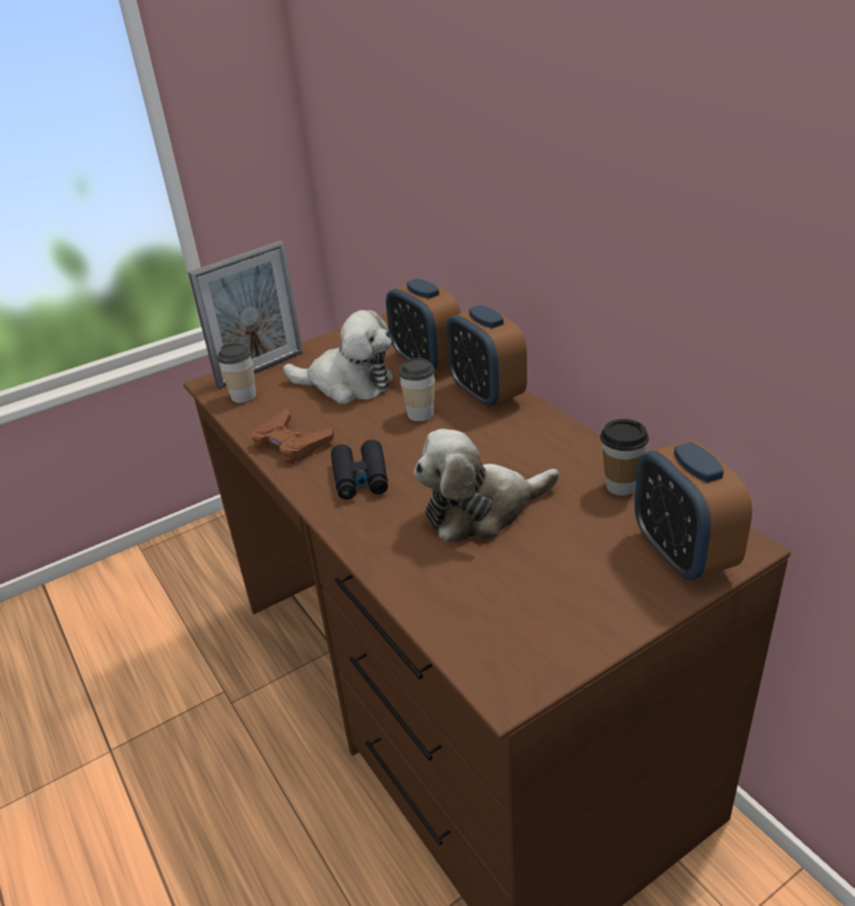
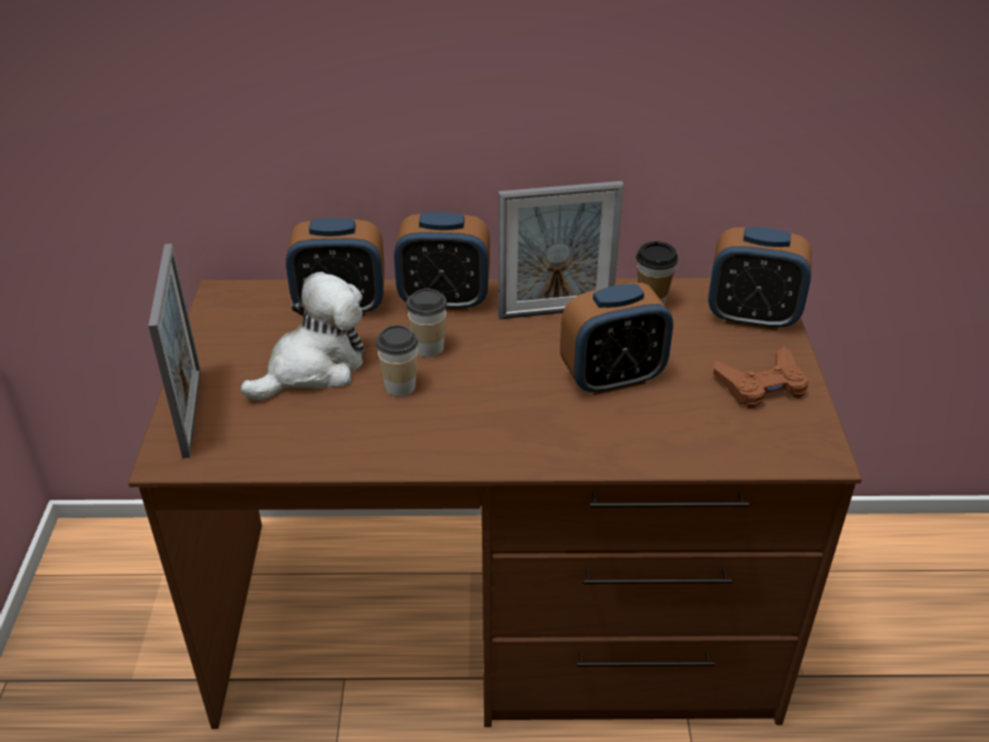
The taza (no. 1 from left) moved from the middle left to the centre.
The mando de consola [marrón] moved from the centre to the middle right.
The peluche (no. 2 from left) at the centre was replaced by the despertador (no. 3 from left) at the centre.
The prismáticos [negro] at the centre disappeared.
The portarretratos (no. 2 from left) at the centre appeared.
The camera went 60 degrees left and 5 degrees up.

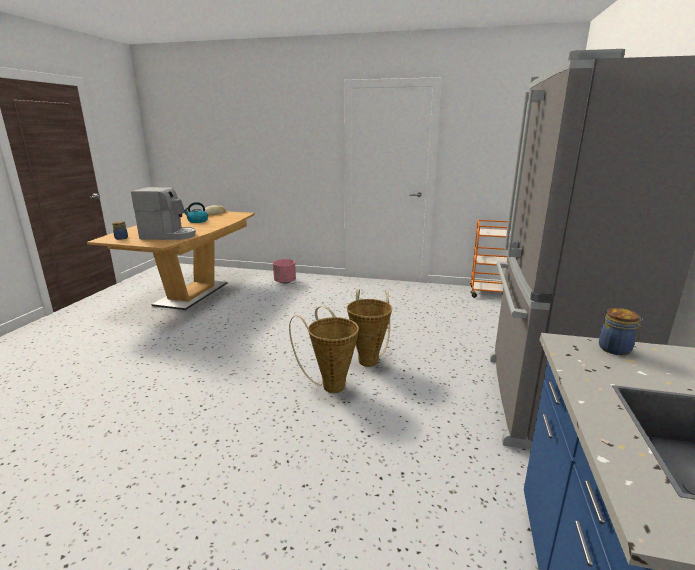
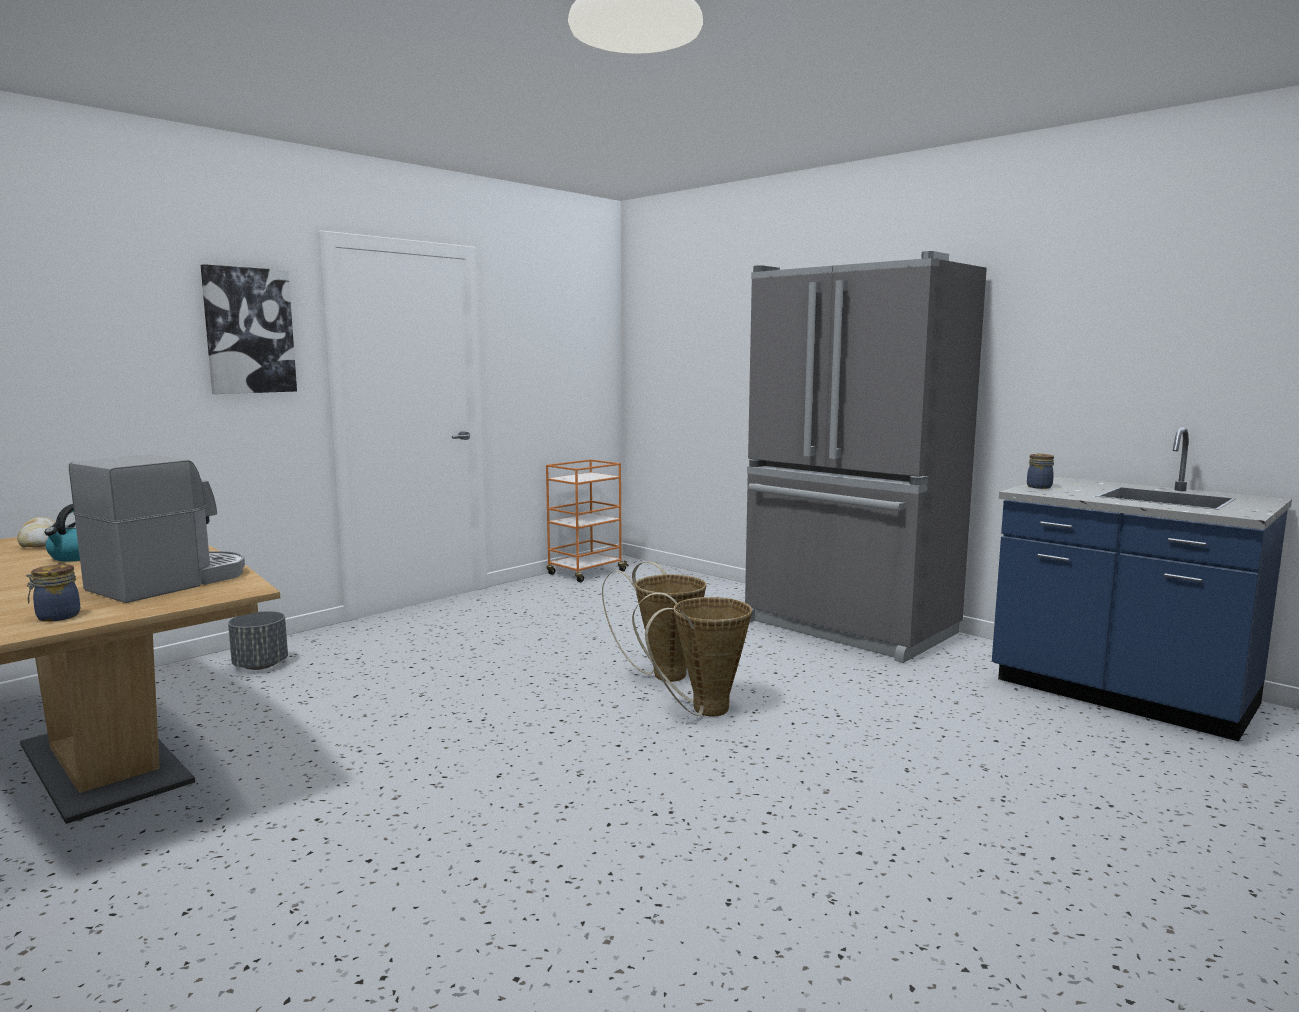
The maceta [rosa] at the centre became the maceta [gris] at the middle left.
The cuadro at the top left appeared.
The camera went 60 degrees left and 10 degrees down.

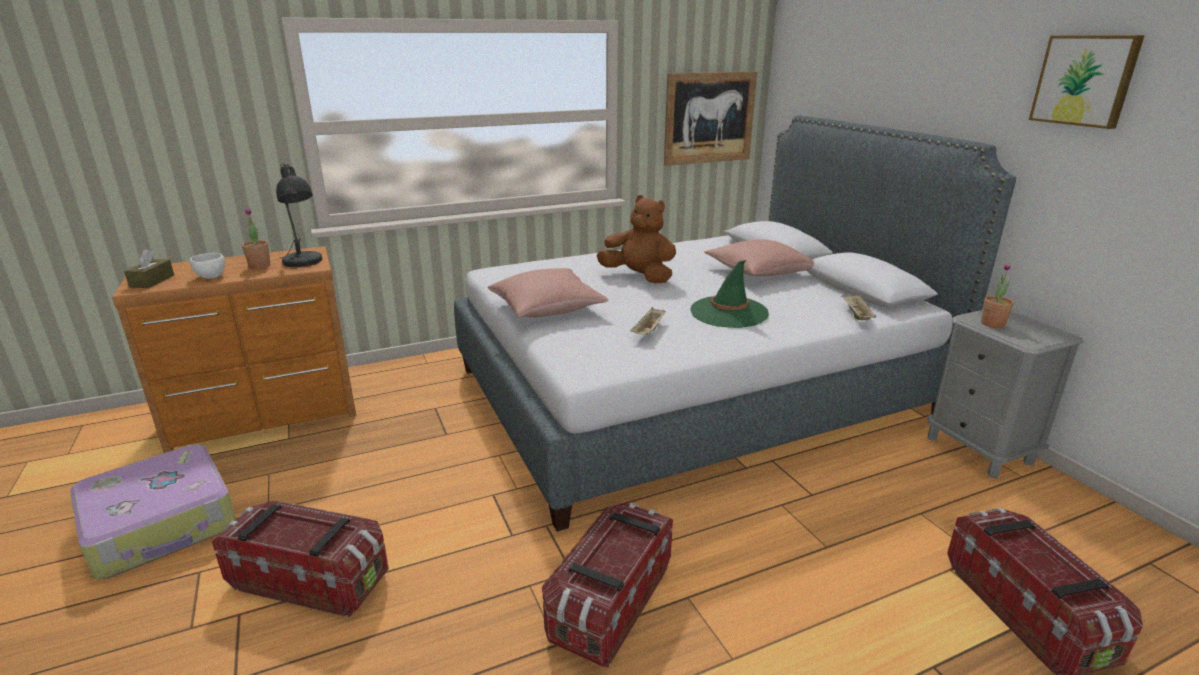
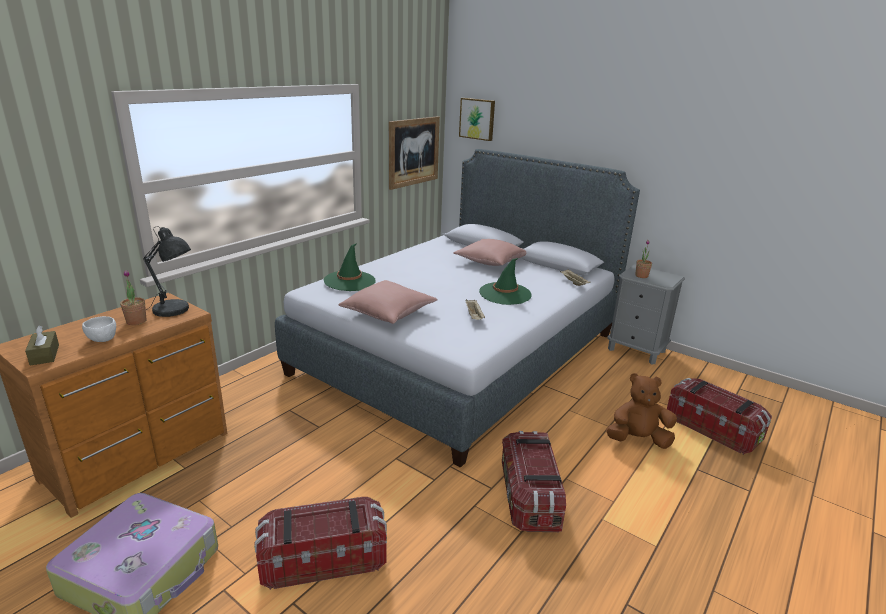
The cuadro (no. 2 from left) moved from the top right to the top centre.
The peluche [marrón] moved from the centre to the bottom right.
The sombrero [verde] (no. 1 from left) at the centre appeared.
The camera went 30 degrees left and 0 degrees up.

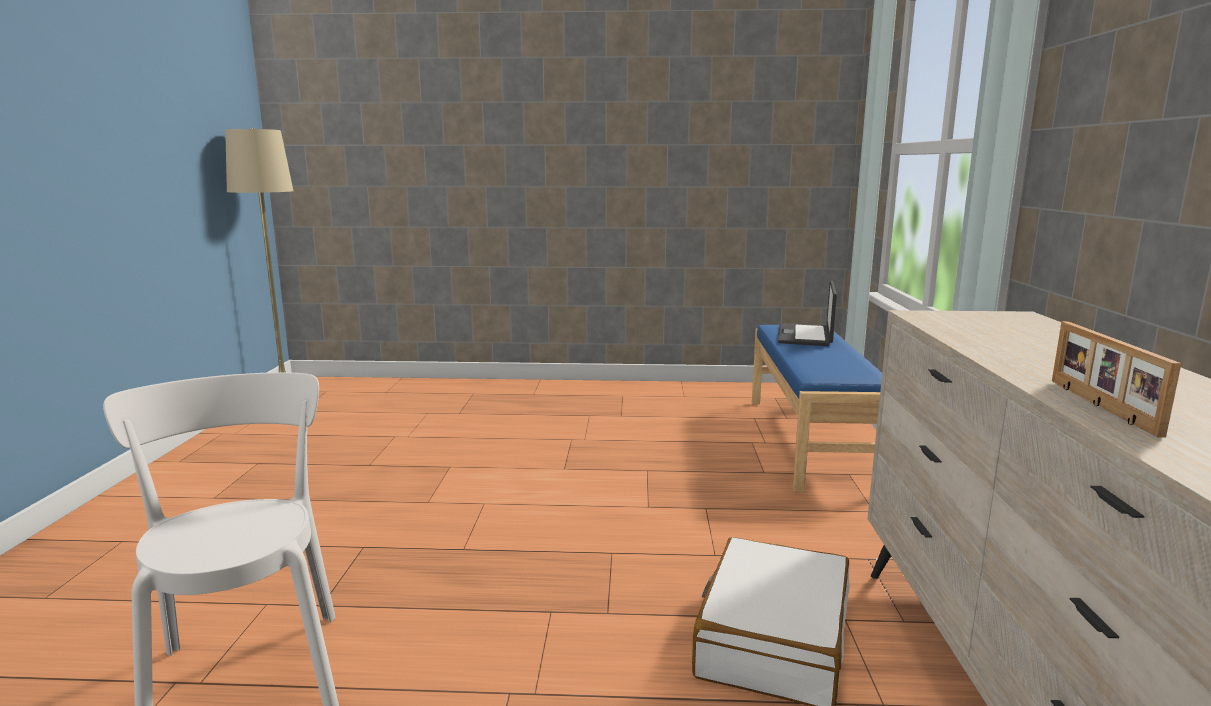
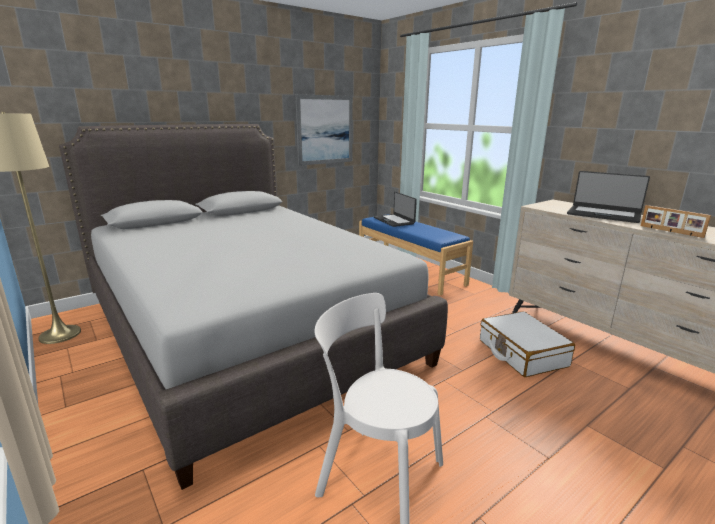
The cuadro at the top centre appeared.
The cama [gris] at the centre appeared.
The portátil (no. 2 from left) at the middle right appeared.
The camera went 40 degrees left and 5 degrees up.

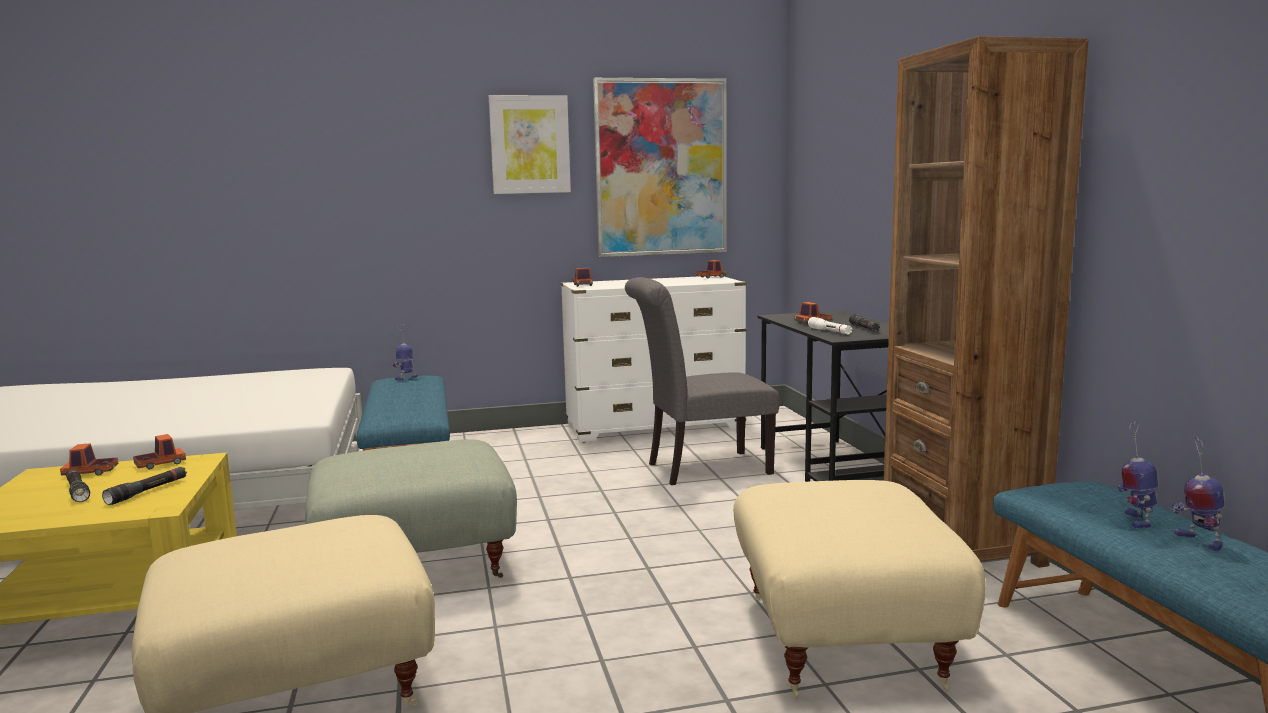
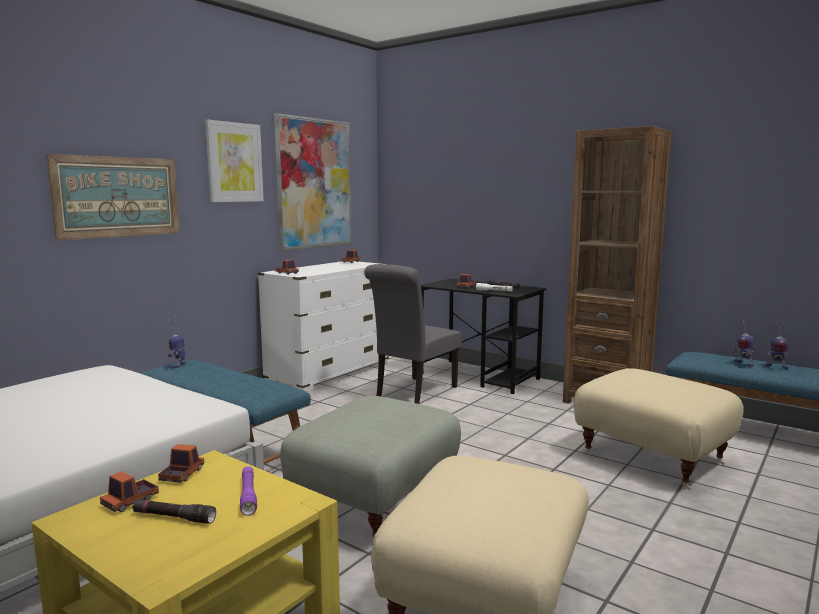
The linterna [negro] (no. 2 from left) at the bottom left became the linterna [morado] at the bottom left.
The cuadro (no. 1 from left) at the top left appeared.
The camera went 40 degrees left and 0 degrees up.

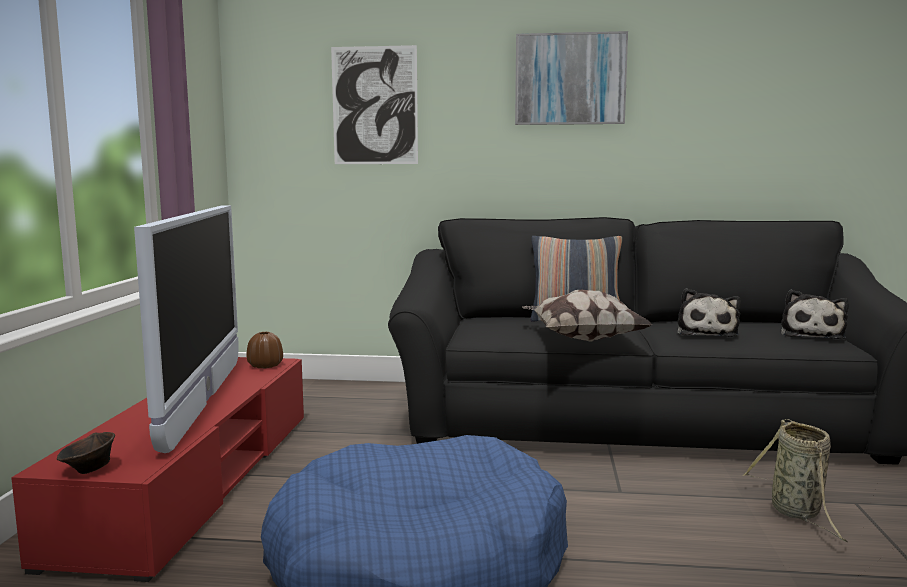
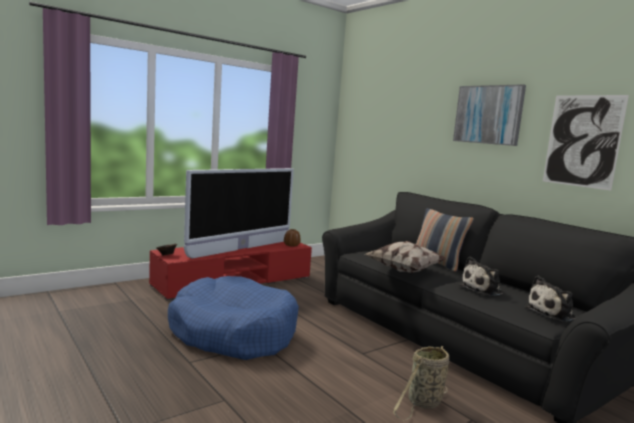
The cuadro (no. 1 from left in the first image) moved from the top centre to the middle right.
The camera went 45 degrees right and 0 degrees up.

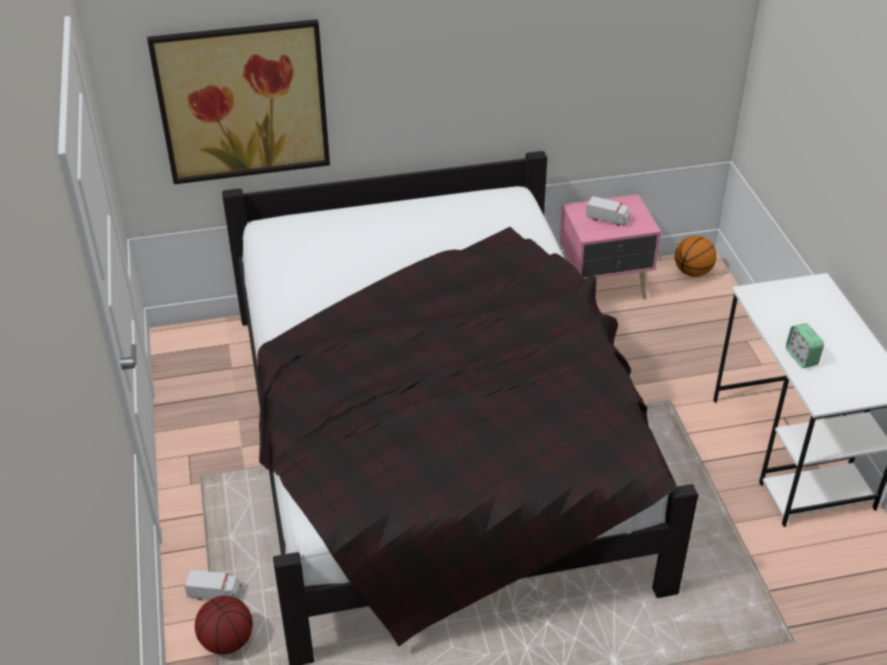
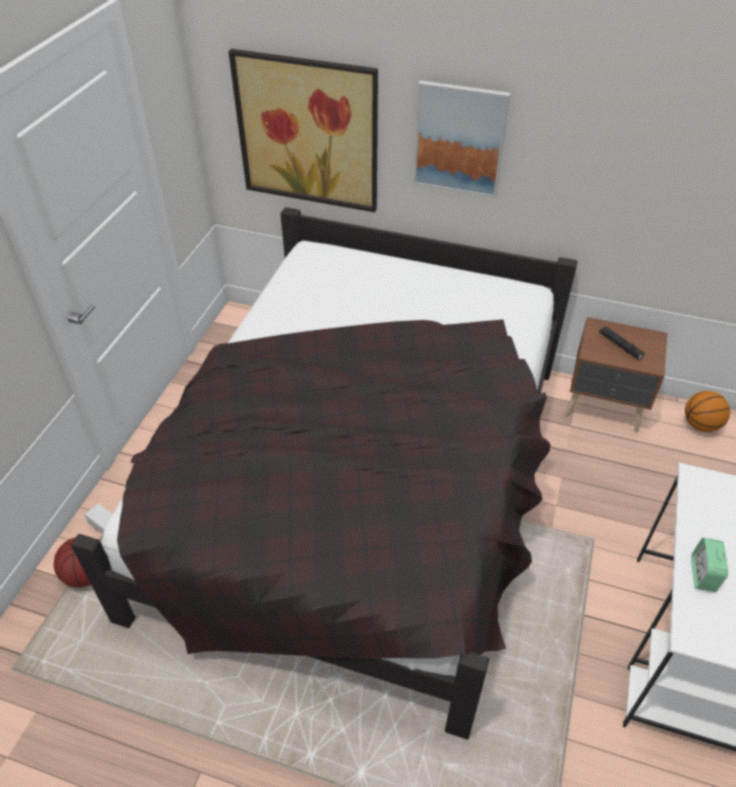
The mesita de noche [rosa] at the middle right became the mesita de noche [marrón] at the middle right.
The camión de juguete (no. 2 from left) at the top right was replaced by the linterna [negro] at the middle right.
The cuadro (no. 2 from left) at the top centre appeared.
The camera went 30 degrees right and 5 degrees up.

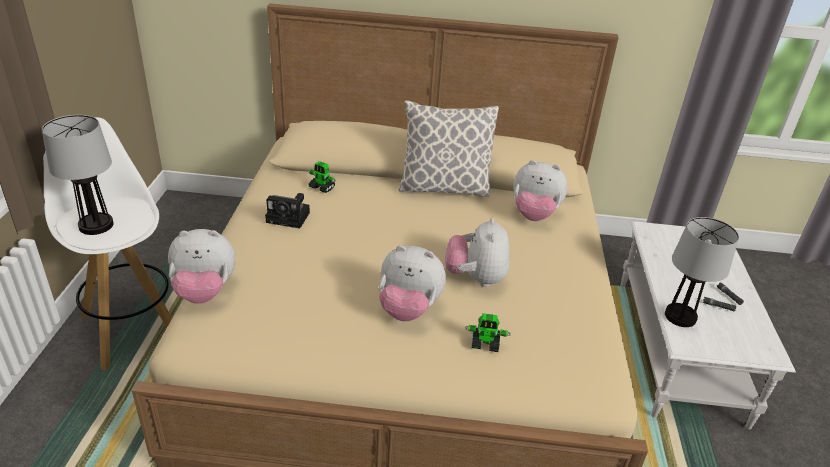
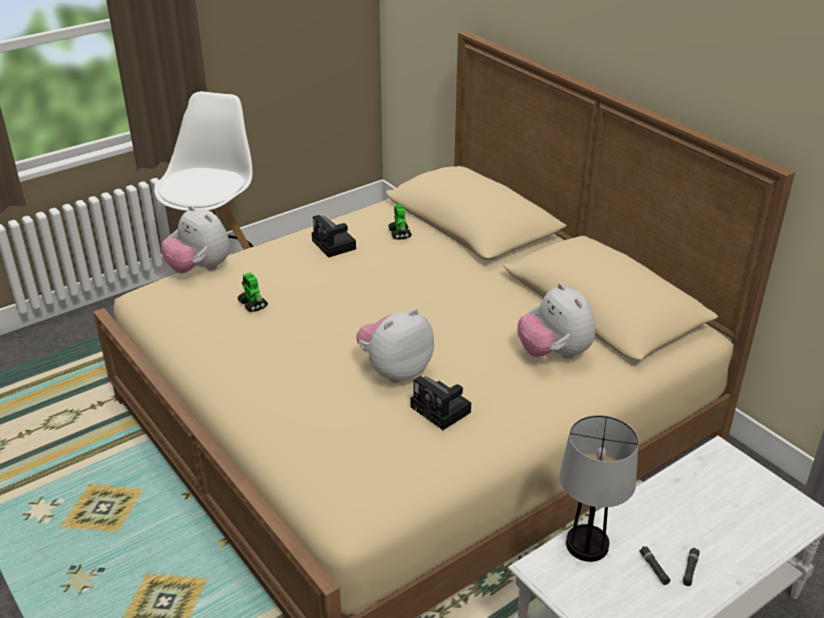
The cojín at the top centre disappeared.
The lámpara de mesa (no. 1 from left) at the middle left disappeared.
The peluche (no. 2 from left) at the centre disappeared.
The robot de juguete (no. 2 from left in the first image) moved from the bottom centre to the middle left.
The cámara (no. 2 from left) at the centre appeared.
The camera went 50 degrees right and 0 degrees up.

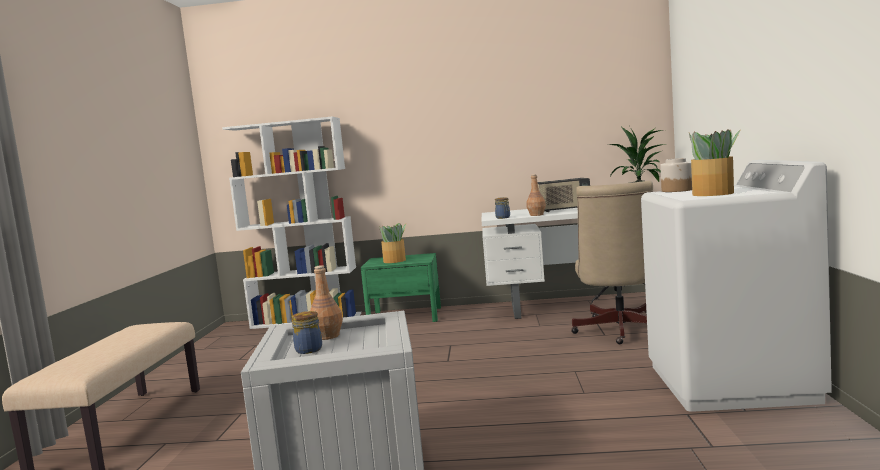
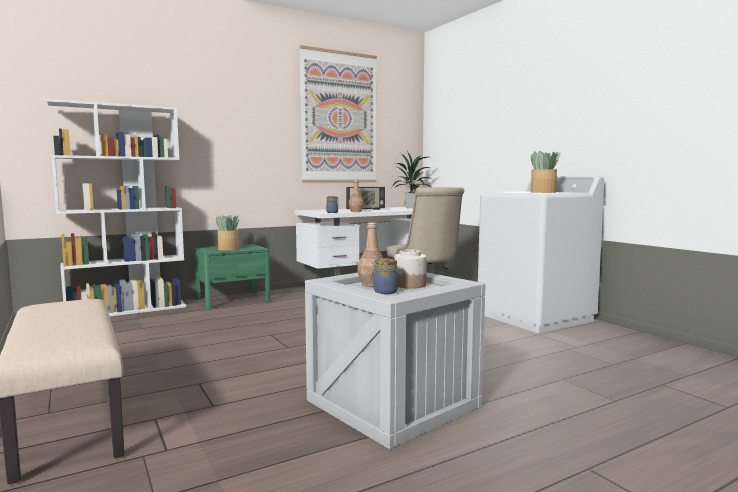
The tarro (no. 3 from left) moved from the middle right to the centre.
The cuadro at the top centre appeared.
The camera went 35 degrees left and 0 degrees up.

